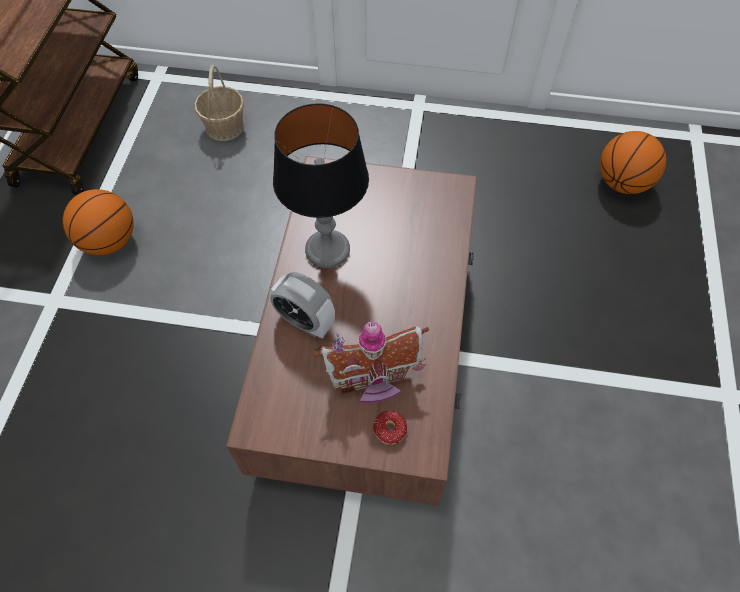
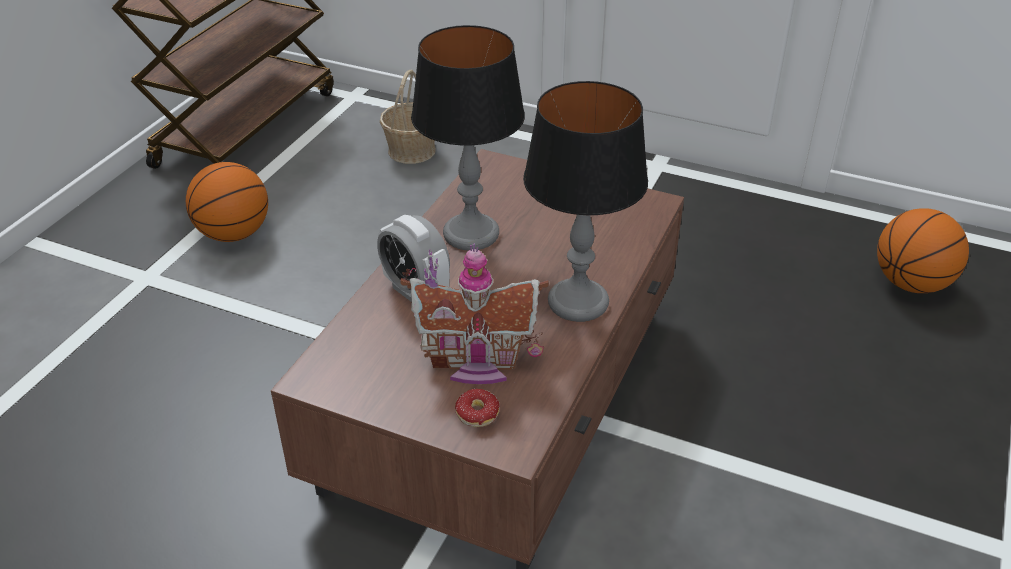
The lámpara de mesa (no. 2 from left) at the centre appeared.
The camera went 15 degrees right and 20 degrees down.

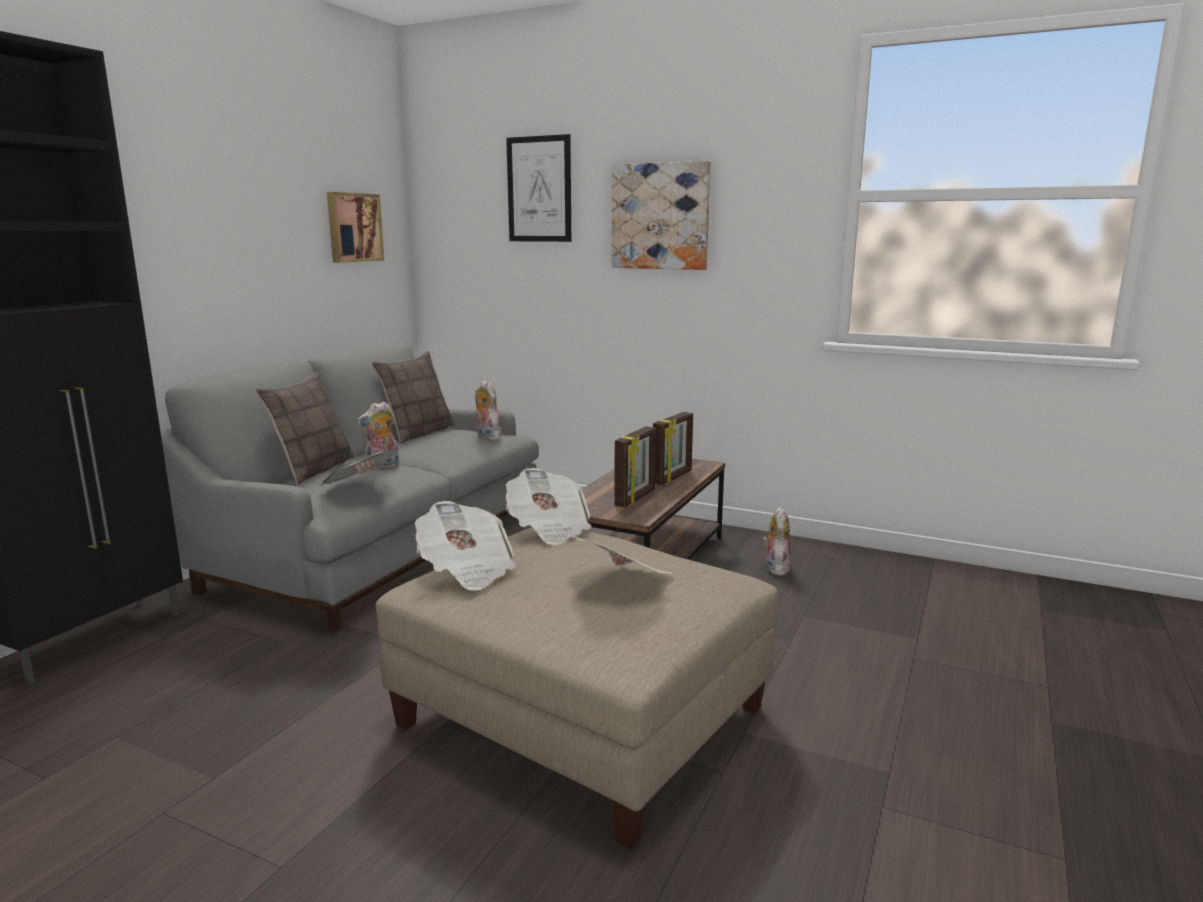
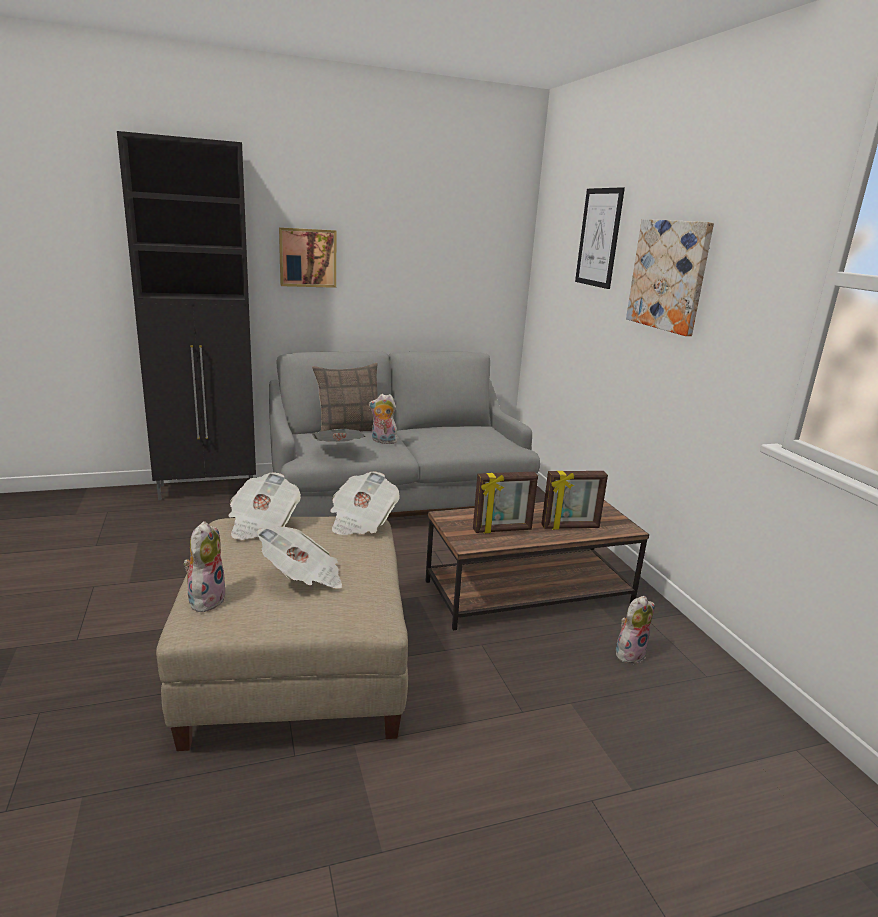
The cuadro (no. 1 from left) moved from the top left to the top centre.
The cojín (no. 2 from left) at the centre disappeared.
The peluche (no. 2 from left in the first image) moved from the centre to the middle left.
The camera went 45 degrees right and 5 degrees up.

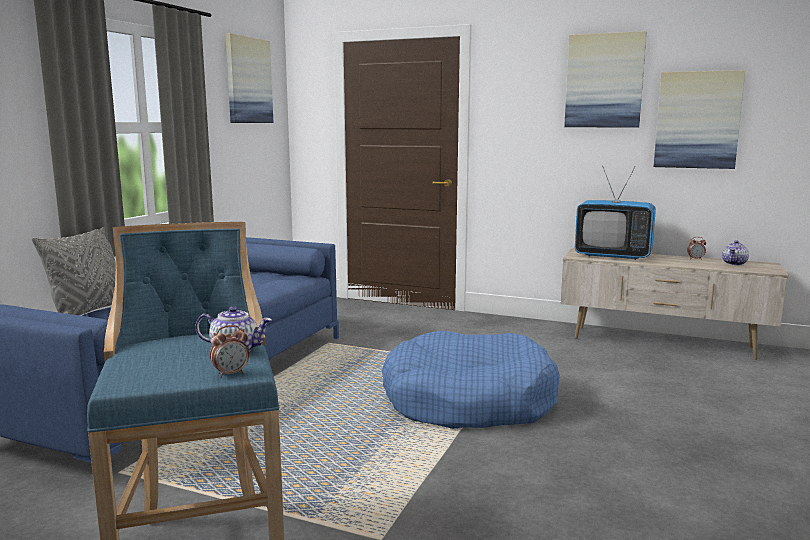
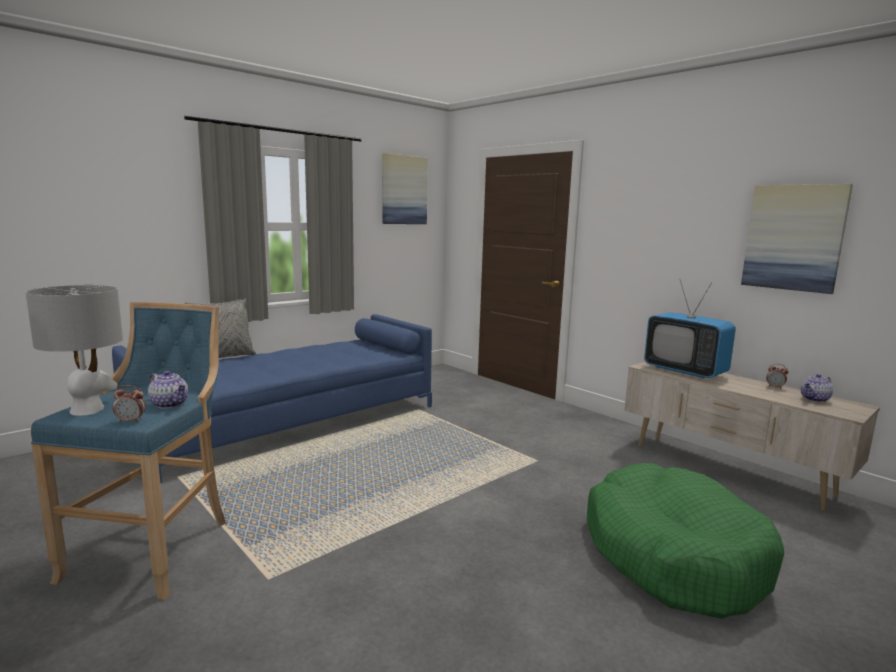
The cuadro (no. 2 from left) at the top right disappeared.
The cama para perro [azul] at the bottom centre disappeared.
The lámpara de mesa [gris] at the middle left appeared.
The cama para perro [verde] at the bottom right appeared.
The camera went 25 degrees right and 0 degrees up.

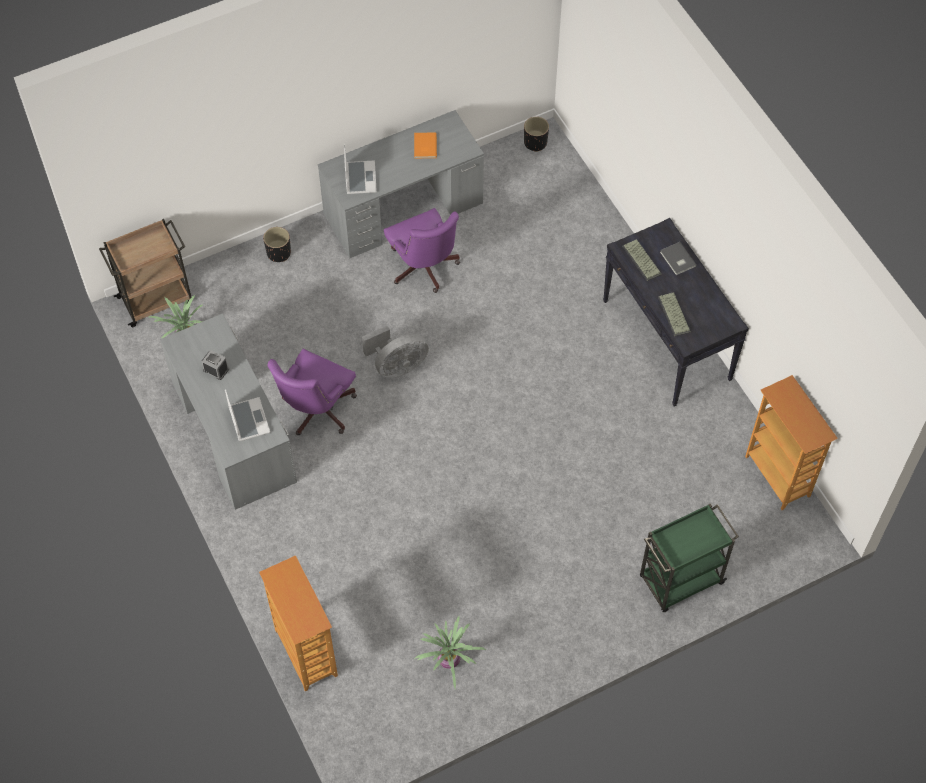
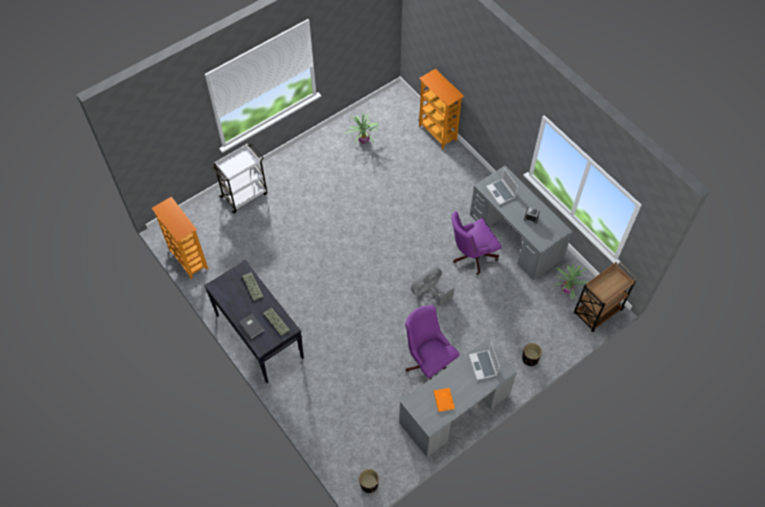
The silla de oficina [morado] (no. 1 from left in the first image) at the centre turned 135 degrees counterclockwise.
The carrito [verde] at the bottom right became the carrito [blanco] at the middle left.
The camera went 170 degrees right and 0 degrees up.

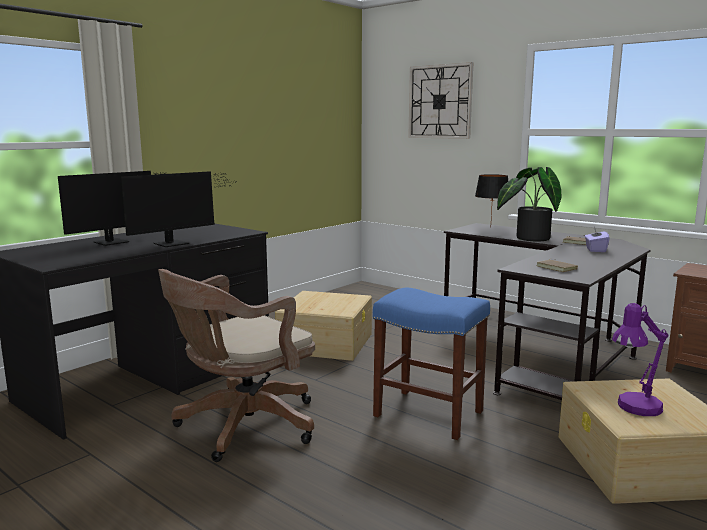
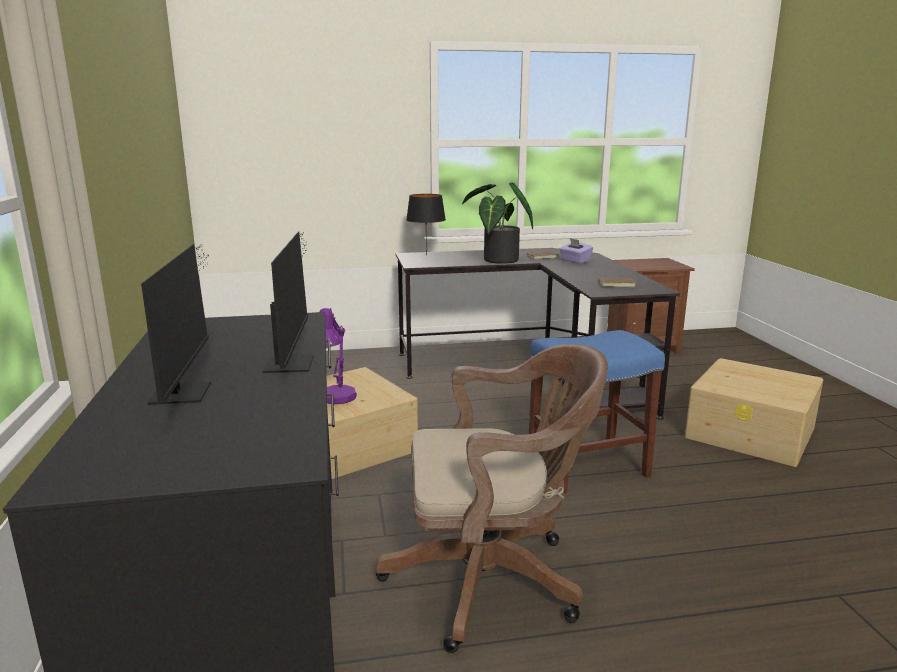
The reloj de pared at the top centre disappeared.
The silla de oficina [marrón] at the bottom centre turned 90 degrees counterclockwise.
The lámpara de mesa [morado] moved from the bottom right to the centre.
The camera went 50 degrees left and 5 degrees up.

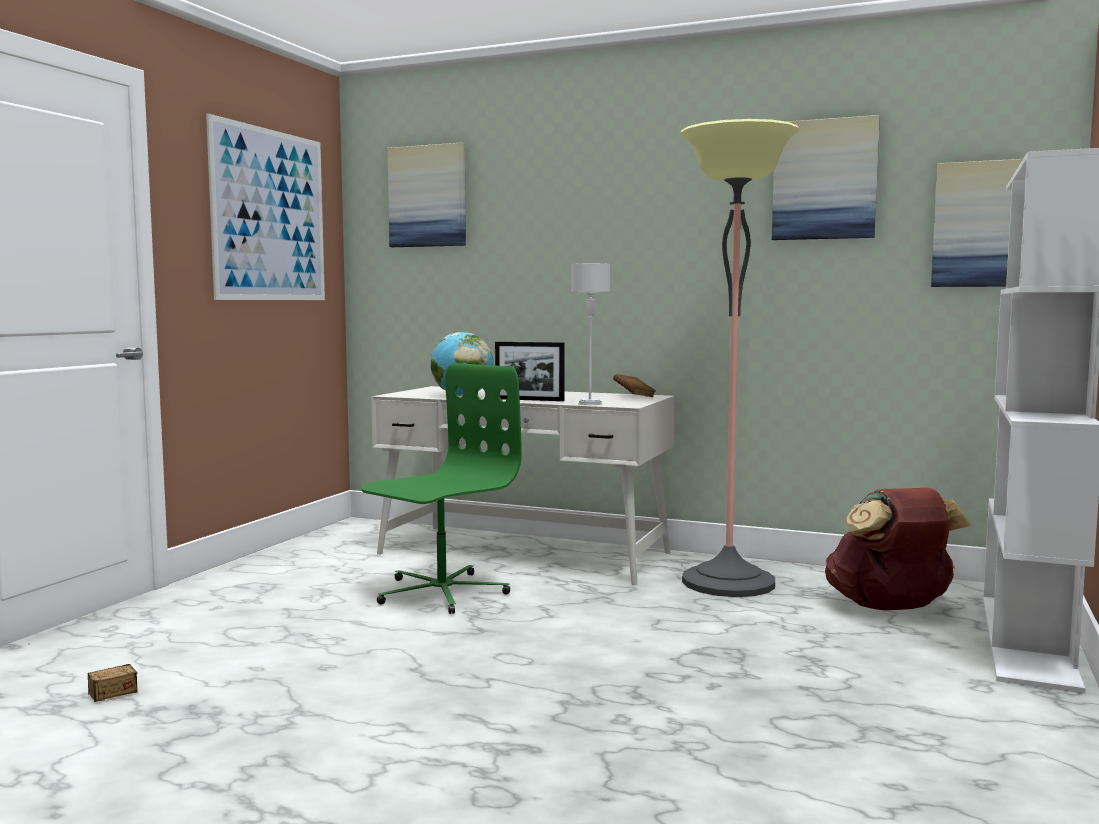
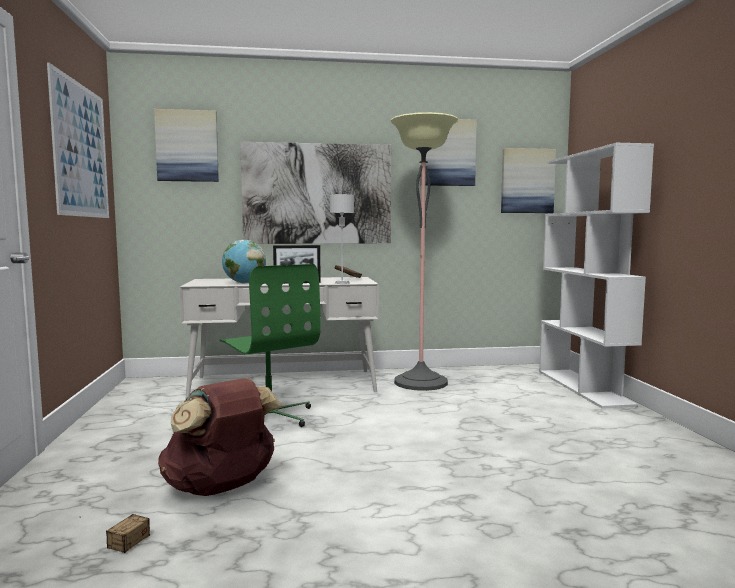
The silla de oficina [verde] at the centre turned 135 degrees clockwise.
The mochila [marrón] moved from the middle right to the bottom left.
The cuadro (no. 3 from left) at the top centre appeared.
The camera went 30 degrees left and 0 degrees up.

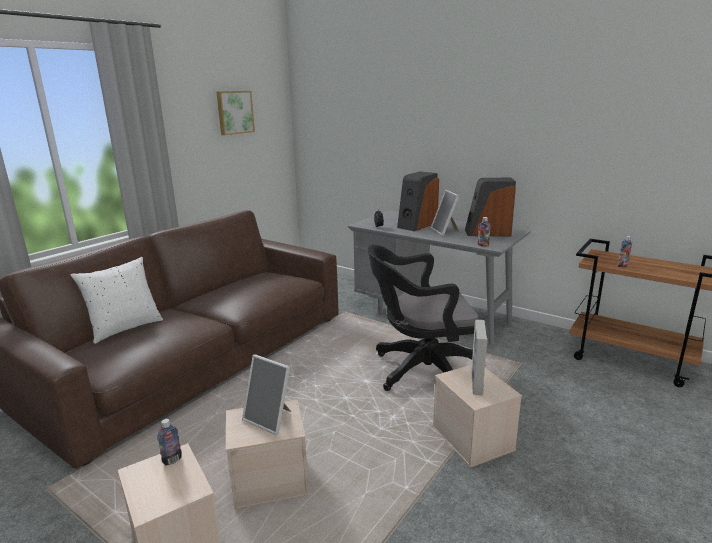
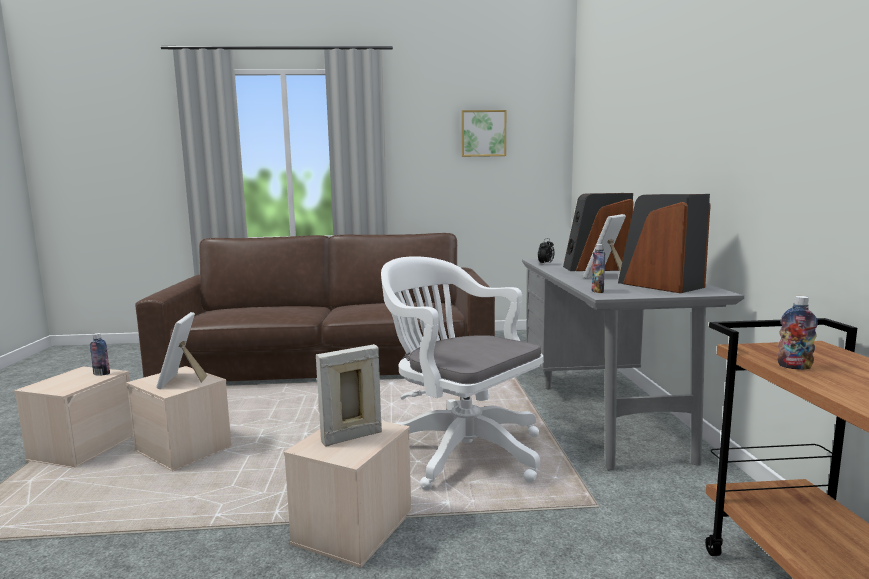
The silla de oficina [negro] at the centre became the silla de oficina [blanco] at the centre.
The cojín [blanco] at the middle left disappeared.
The camera went 50 degrees right and 10 degrees down.

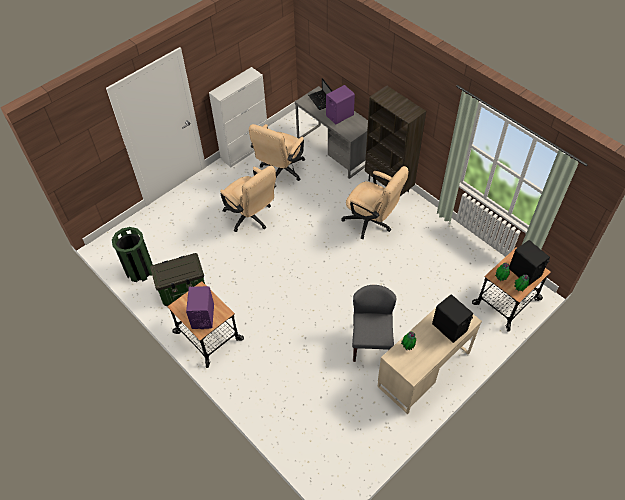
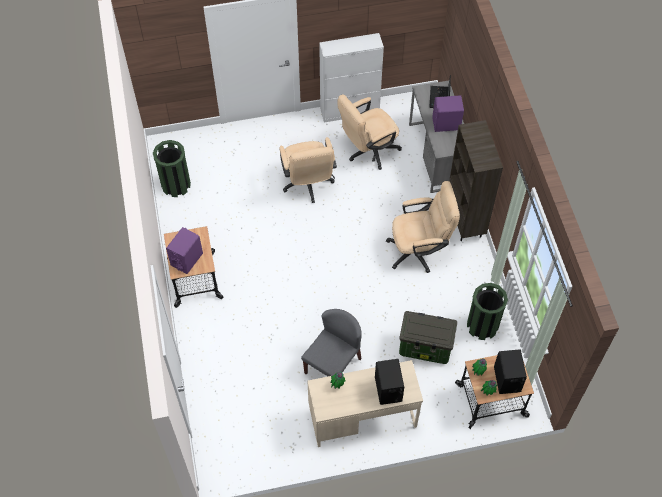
The silla de oficina [beis] (no. 3 from left) at the centre turned 75 degrees counterclockwise.
The caja de almacenaje moved from the middle left to the bottom centre.
The papelera [verde] (no. 2 from left) at the middle right appeared.
The camera went 30 degrees right and 5 degrees up.

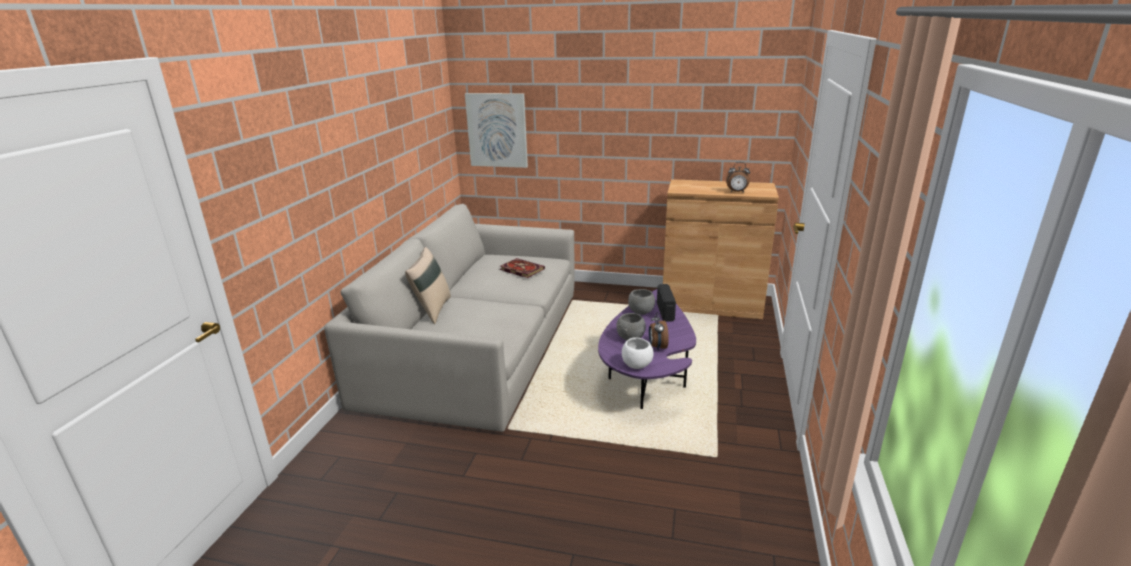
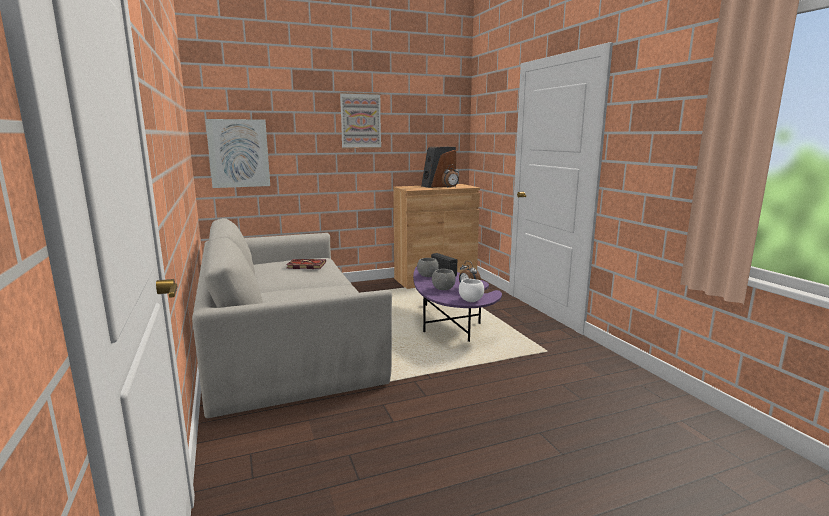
The cojín [beis] at the centre disappeared.
The cuadro (no. 2 from left) at the top centre appeared.
The altavoz at the top centre appeared.
The camera went 35 degrees left and 10 degrees down.

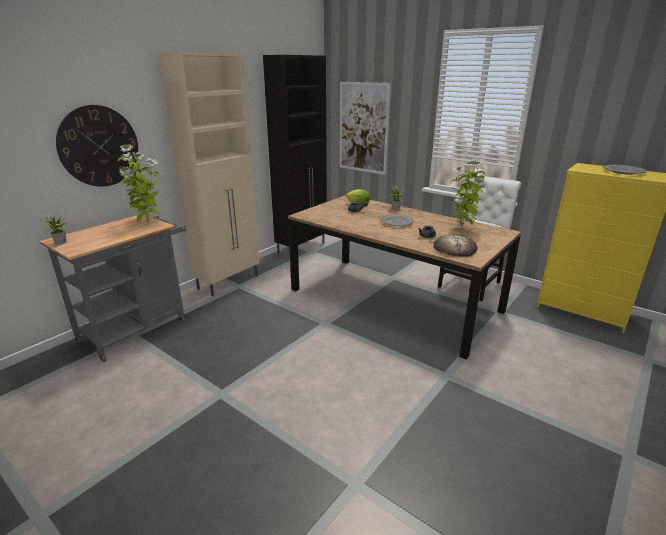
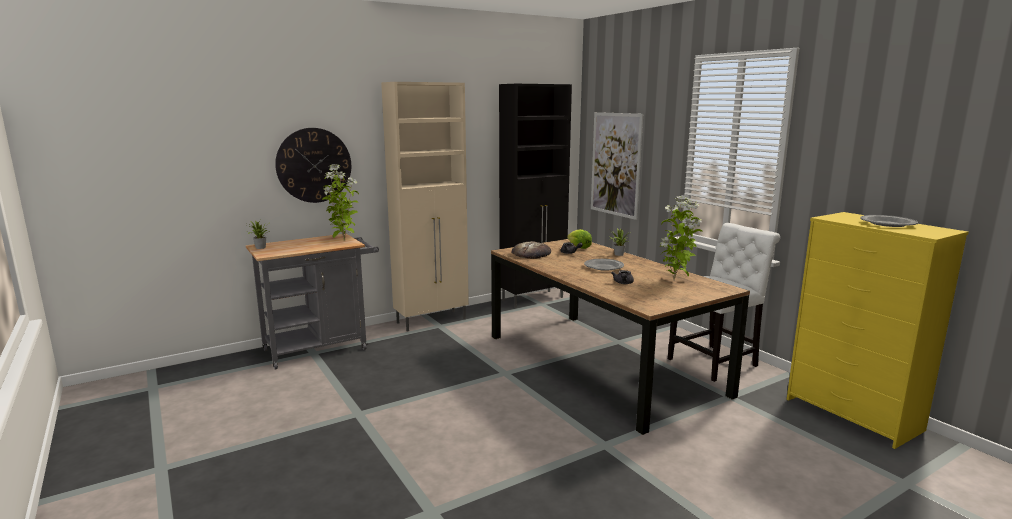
The pan moved from the middle right to the centre.
The camera went 20 degrees right and 10 degrees down.

